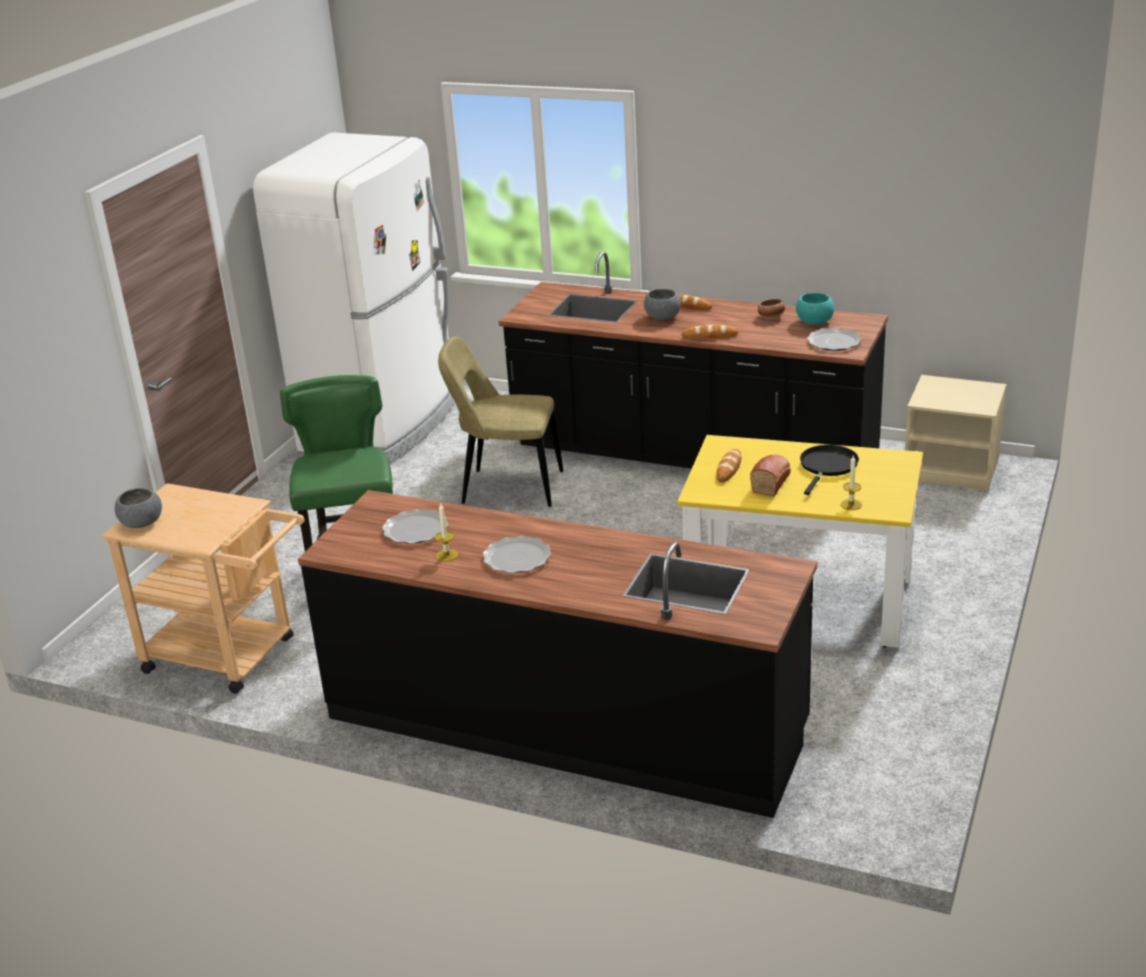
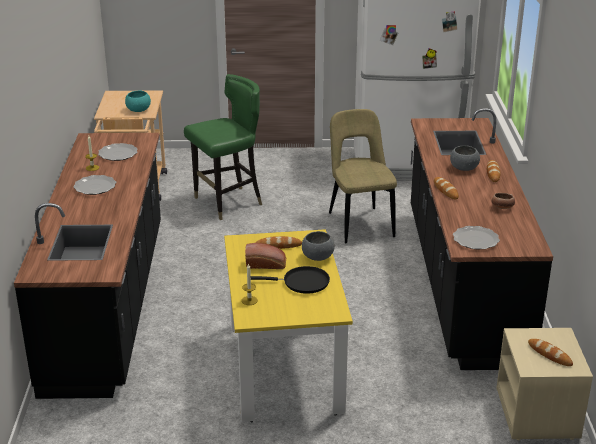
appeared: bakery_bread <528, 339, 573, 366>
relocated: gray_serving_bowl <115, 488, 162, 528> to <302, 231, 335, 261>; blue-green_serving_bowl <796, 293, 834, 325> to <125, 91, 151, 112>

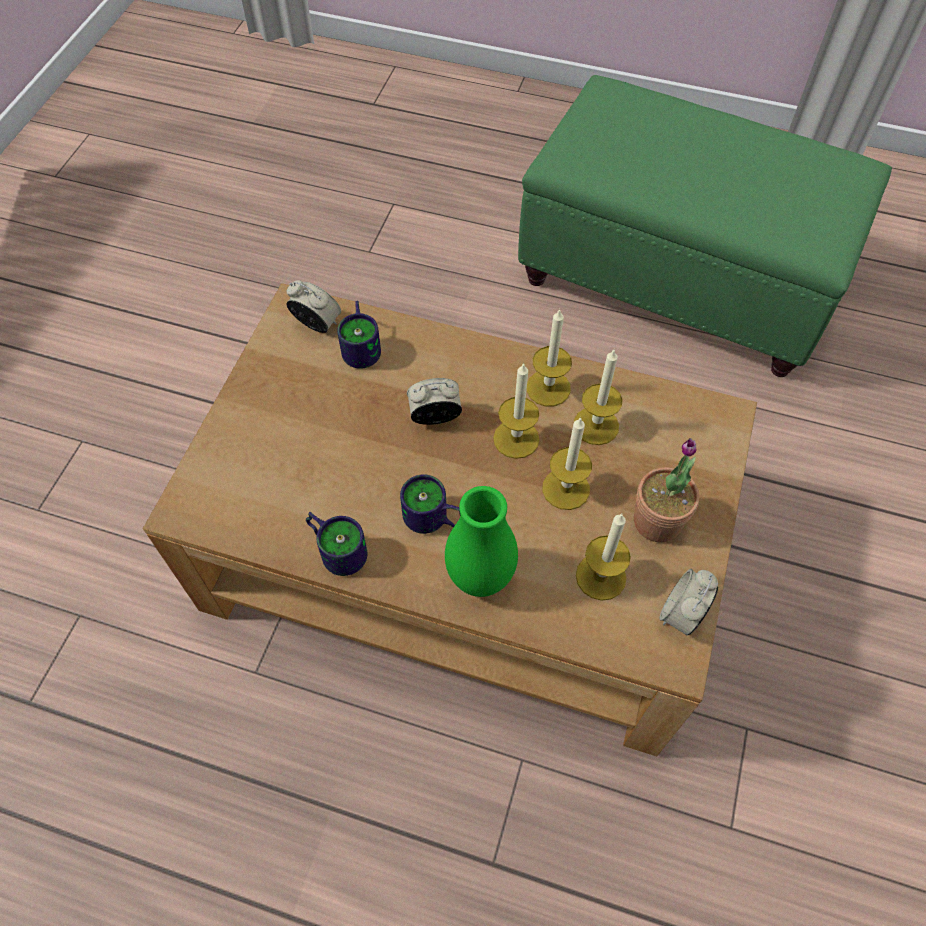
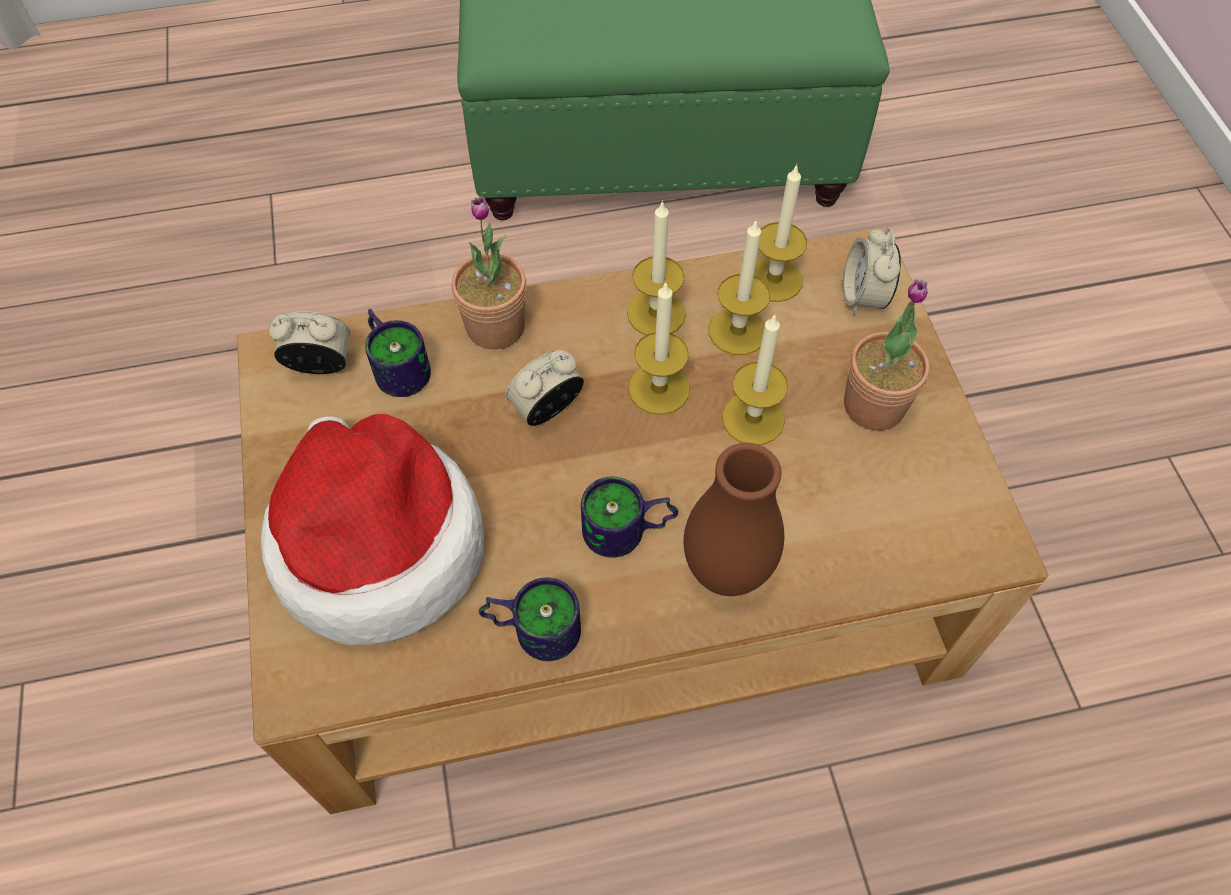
appeared: hat <261, 414, 484, 645>; potted_plant <452, 196, 526, 349>
relocated: wax_candle <576, 514, 631, 601> to <754, 164, 807, 302>; table_clock <659, 569, 718, 636> to <843, 227, 901, 314>
colour: green-coloured_vase <445, 486, 518, 597> to brownish_vase <684, 442, 784, 596>

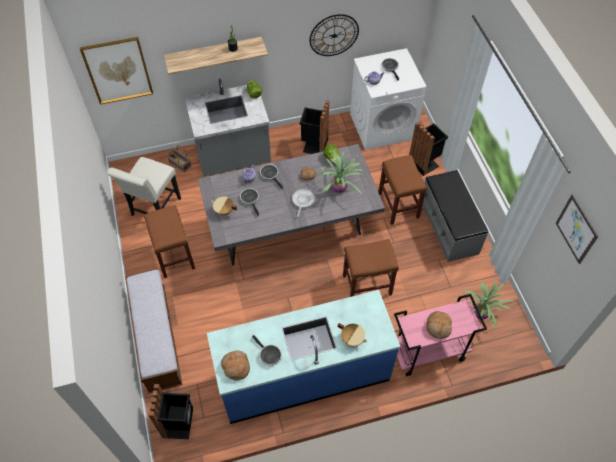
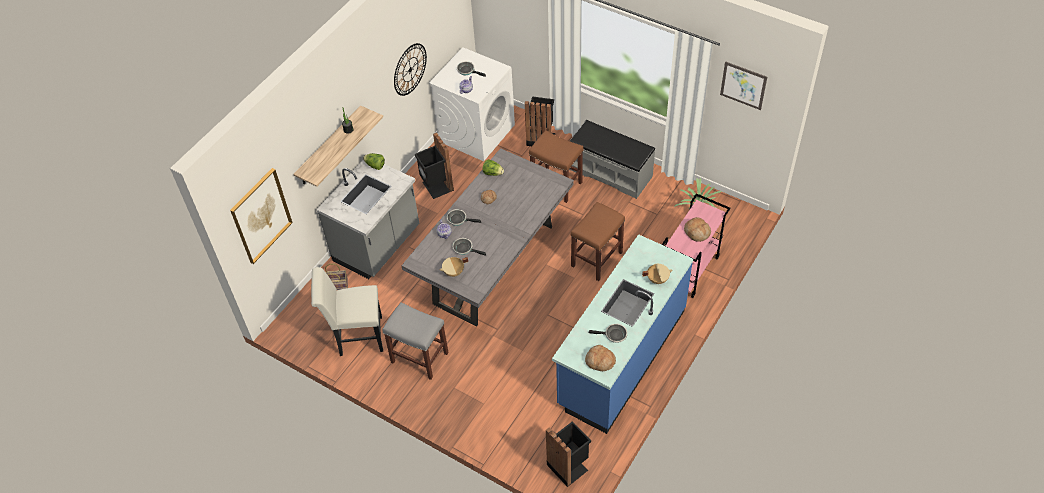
missing: bench <125, 269, 182, 394>; pan <292, 188, 315, 217>; potted_plant <319, 150, 362, 194>
colour: brownish_stool_seat <144, 205, 195, 278> to gray_stool_seat <382, 302, 449, 380>
spun: white-coloured_chair <107, 157, 181, 216> = <311, 267, 383, 356> 105 degrees clockwise

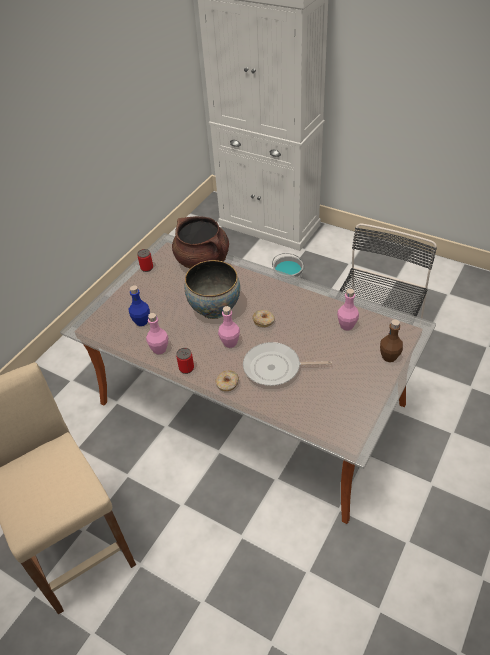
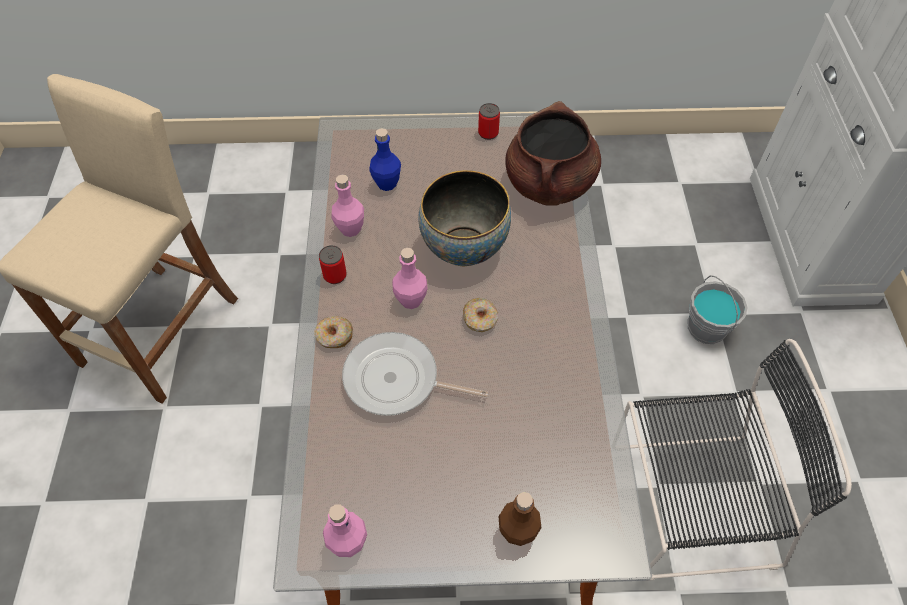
relocated: pink_beverage_bottle <337, 289, 359, 331> to <323, 504, 367, 557>
spun: pan <243, 342, 332, 386> = <342, 332, 488, 416> 45 degrees counterclockwise

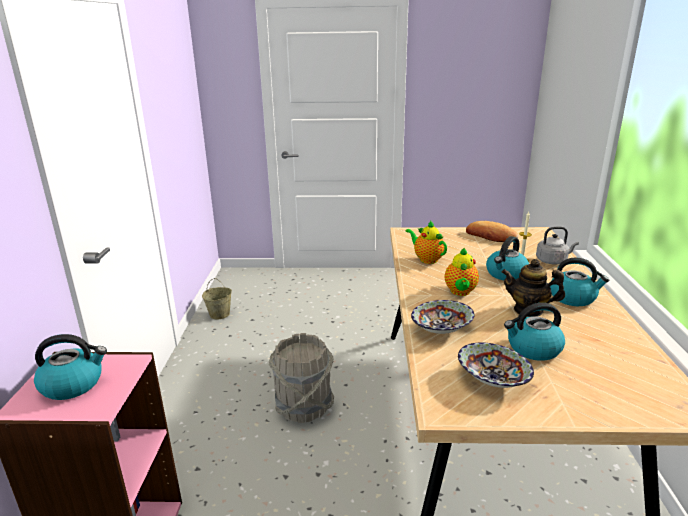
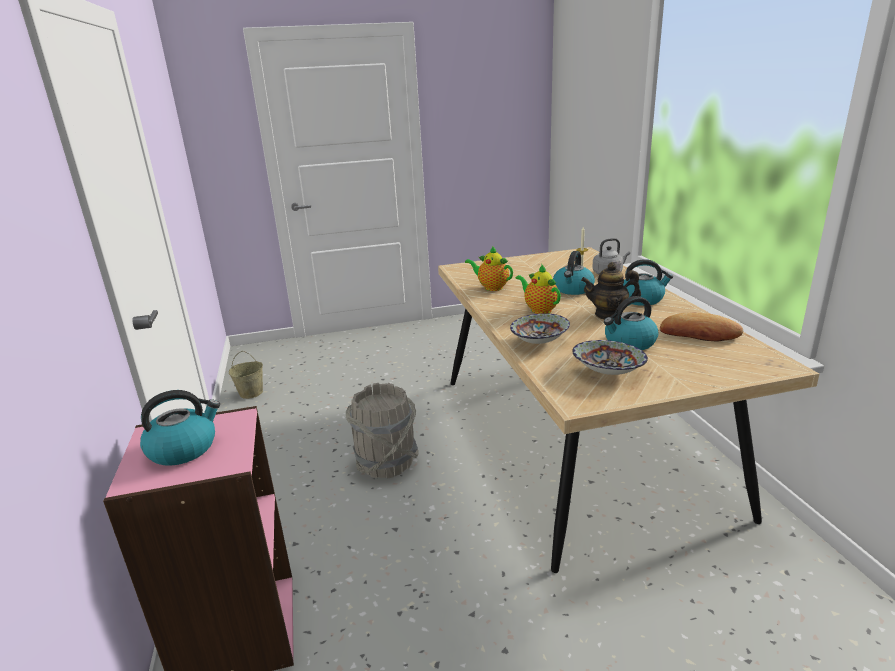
relocated: bakery_bread <466, 221, 518, 242> to <660, 312, 744, 341>
spun: tea_pot <445, 248, 479, 296> = <516, 265, 561, 314> 150 degrees clockwise

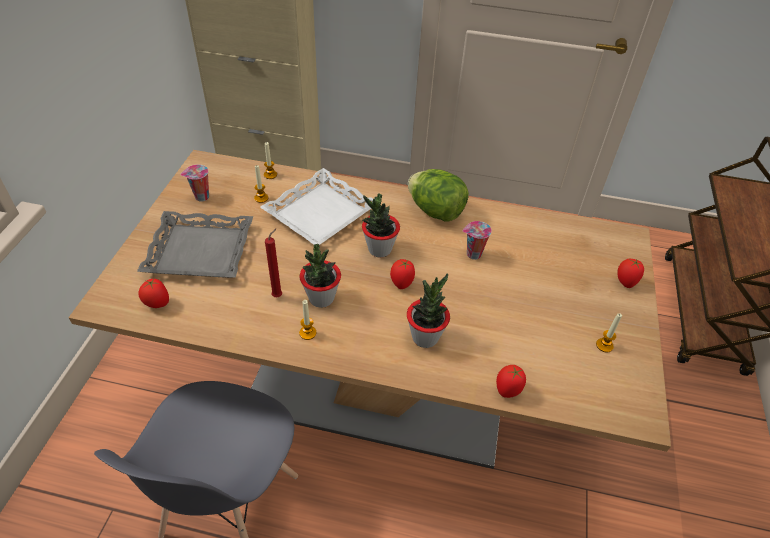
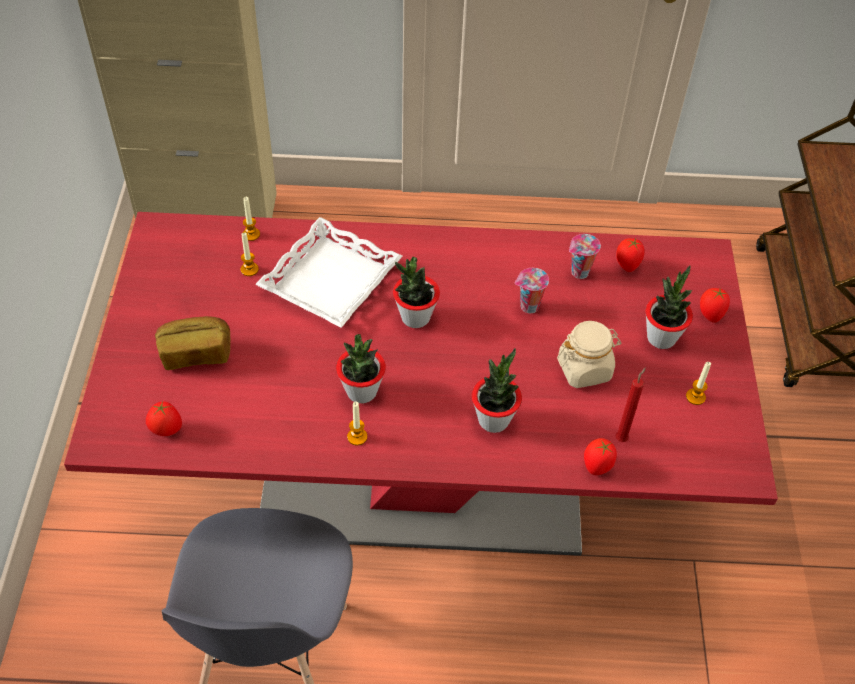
missing: lettuce <408, 169, 469, 222>
appeared: sand-coloured_storage_jar <557, 321, 622, 388>; potted_plant <645, 265, 693, 349>
relocated: small_cup <180, 164, 209, 202> to <569, 234, 601, 279>; reddish_wax_candle <265, 228, 282, 297> to <615, 367, 646, 442>; tomato <390, 259, 415, 289> to <616, 238, 645, 272>
exchanged: gray_carrying_tray <137, 211, 253, 278> to bakery_bread <155, 316, 230, 370>
colour: sand-coloured_dinner_table <68, 150, 671, 469> to reddish_dinner_table <64, 212, 778, 556>

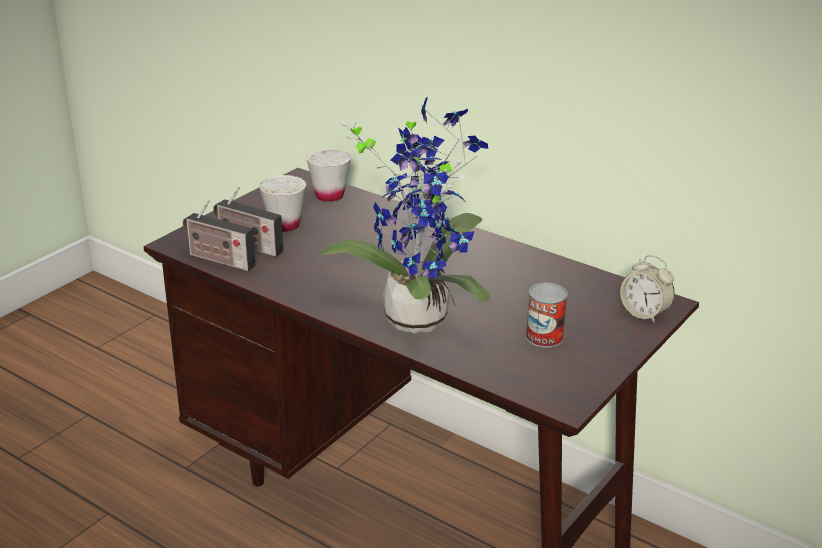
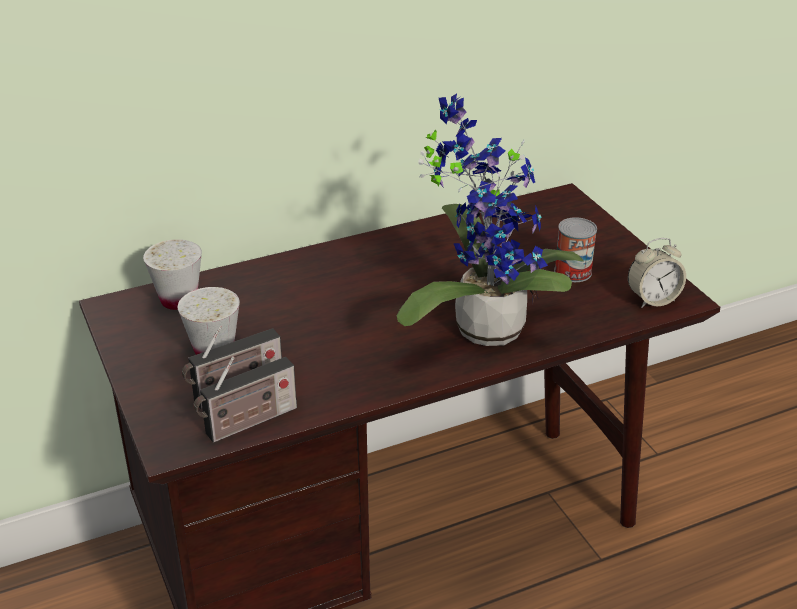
relocated: table_clock <620, 255, 675, 324> to <628, 238, 686, 308>

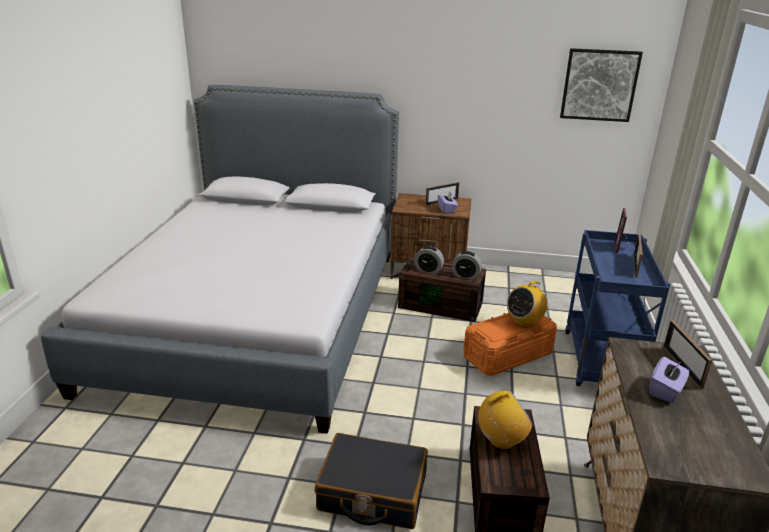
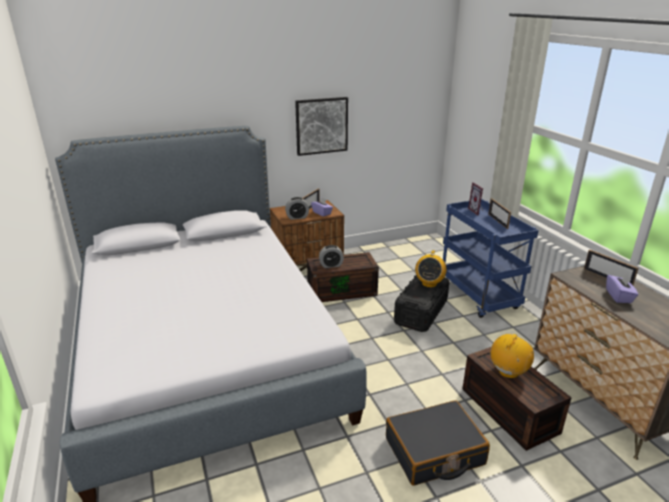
relocated: table_clock <452, 251, 482, 280> to <285, 197, 309, 220>; wall_art <560, 48, 643, 122> to <295, 97, 348, 156>
colour: orange-coloured_storage_bin <463, 313, 557, 376> to blackish_storage_bin <394, 275, 450, 332>

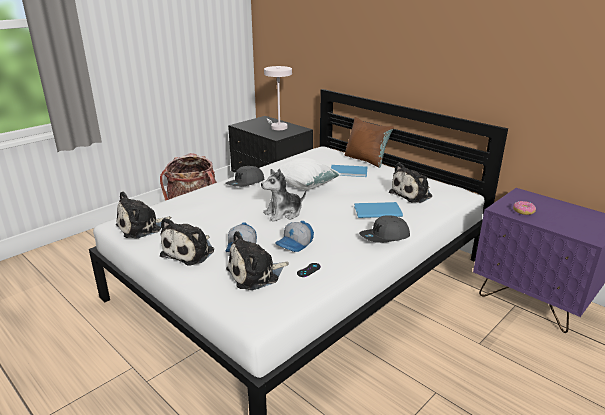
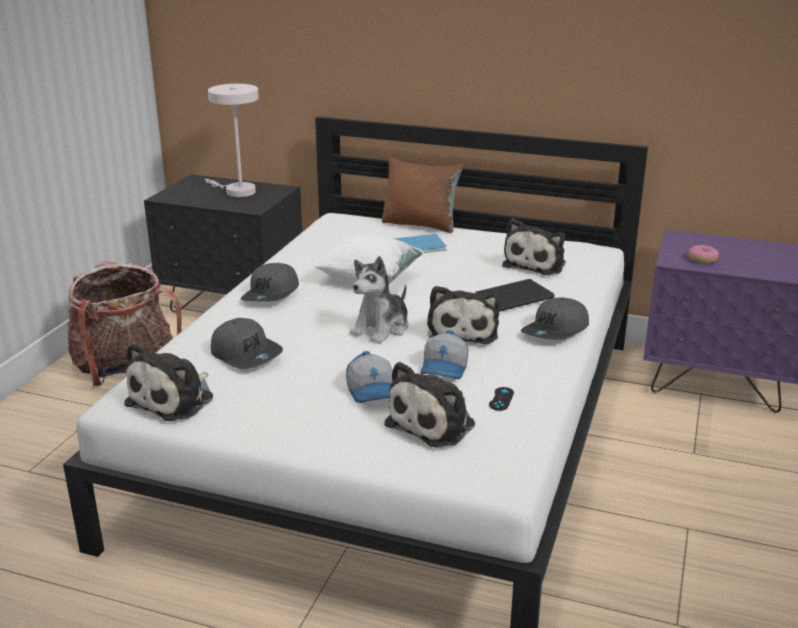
appeared: gray_cap <211, 318, 283, 369>
relocated: soft_toy <160, 218, 214, 265> to <427, 286, 500, 344>
colour: blue_volume <354, 202, 403, 218> to blackish_volume <475, 279, 555, 312>

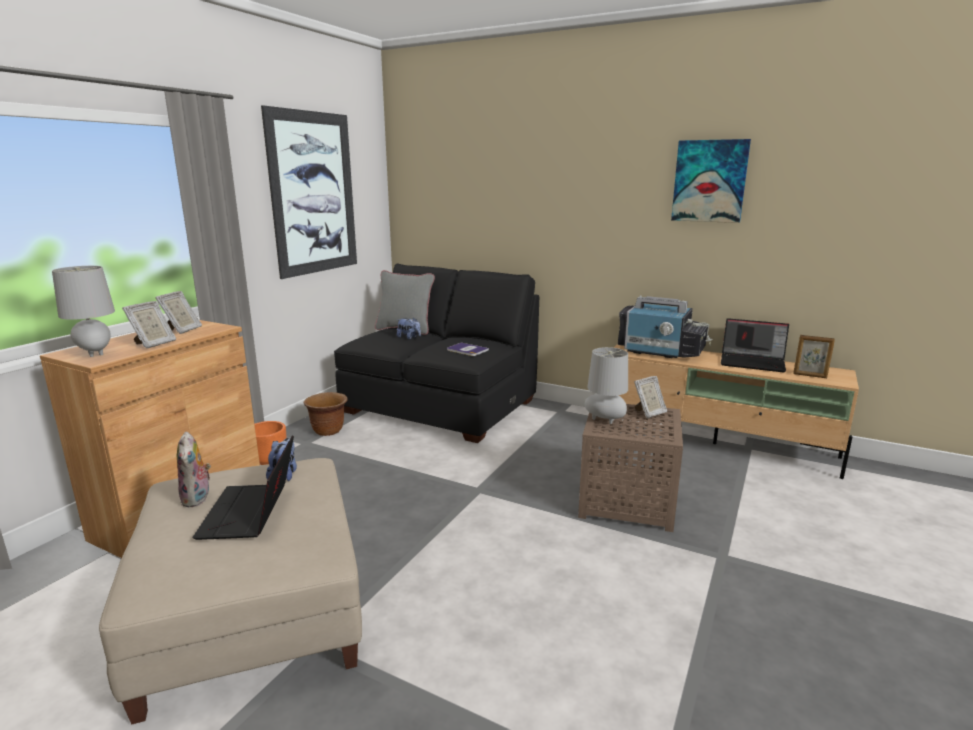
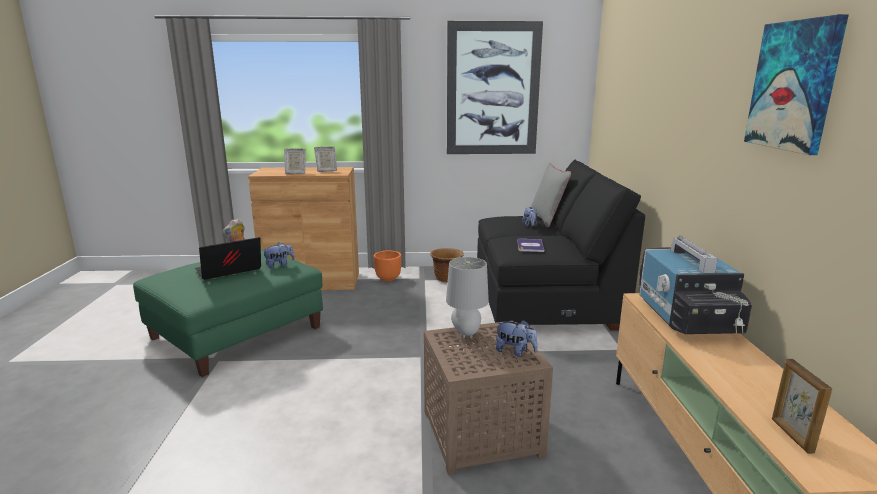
missing: gray_tabletop_lamp <52, 266, 115, 357>; laptop <721, 318, 789, 372>
exchanged: standing_frame <634, 376, 667, 418> to soft_toy <496, 320, 538, 357>
colour: sand-coloured_ottoman <99, 458, 362, 725> to green-coloured_ottoman <133, 249, 323, 377>

